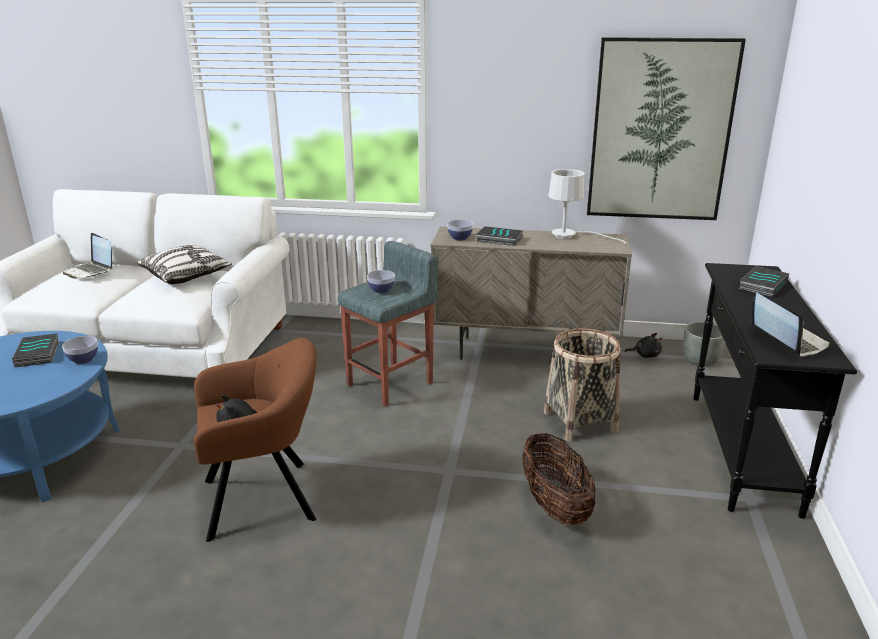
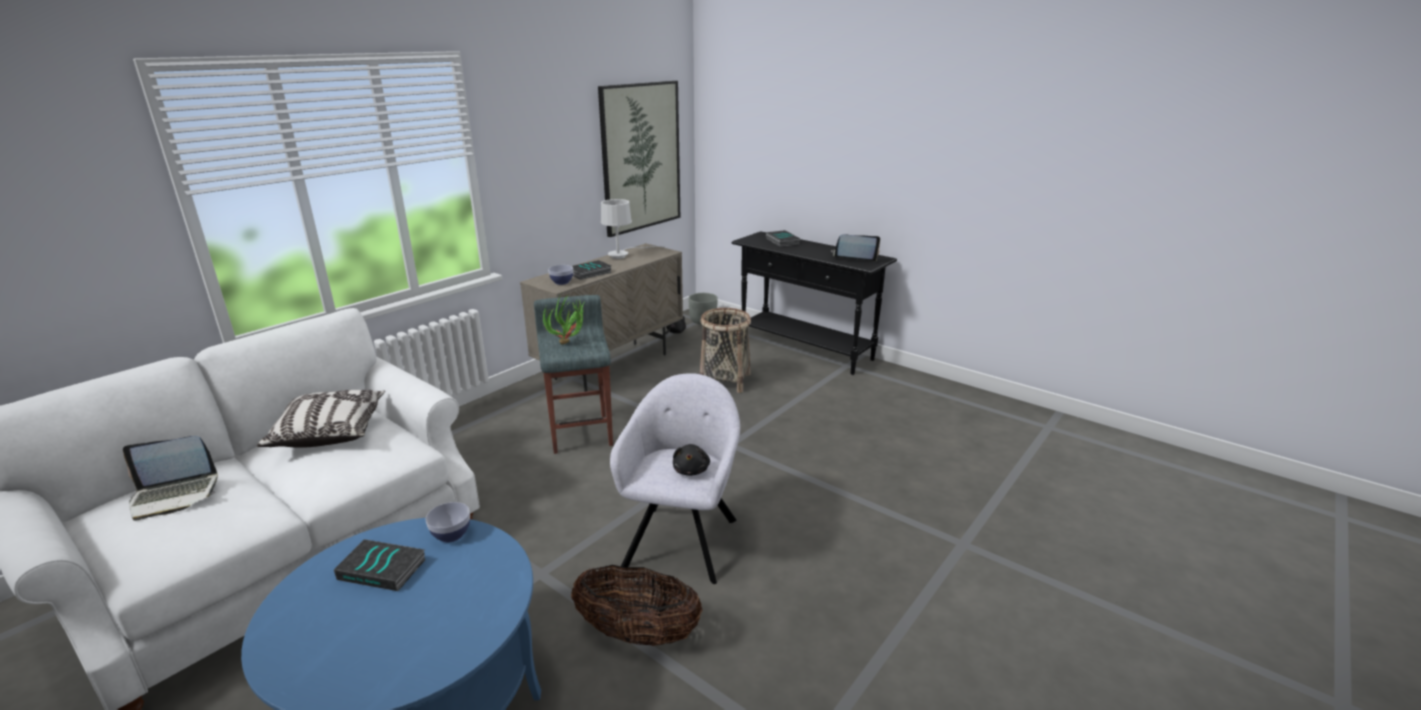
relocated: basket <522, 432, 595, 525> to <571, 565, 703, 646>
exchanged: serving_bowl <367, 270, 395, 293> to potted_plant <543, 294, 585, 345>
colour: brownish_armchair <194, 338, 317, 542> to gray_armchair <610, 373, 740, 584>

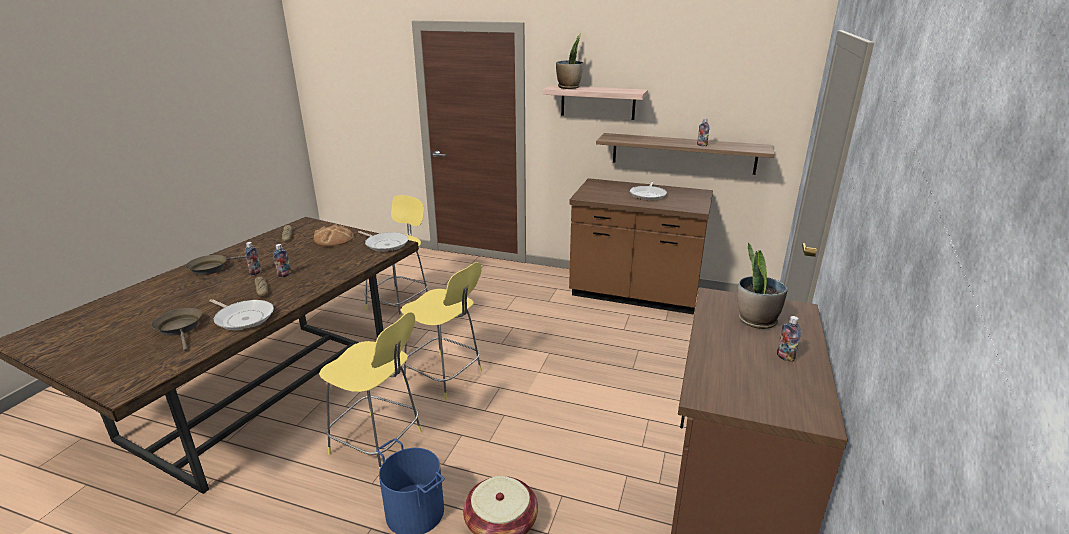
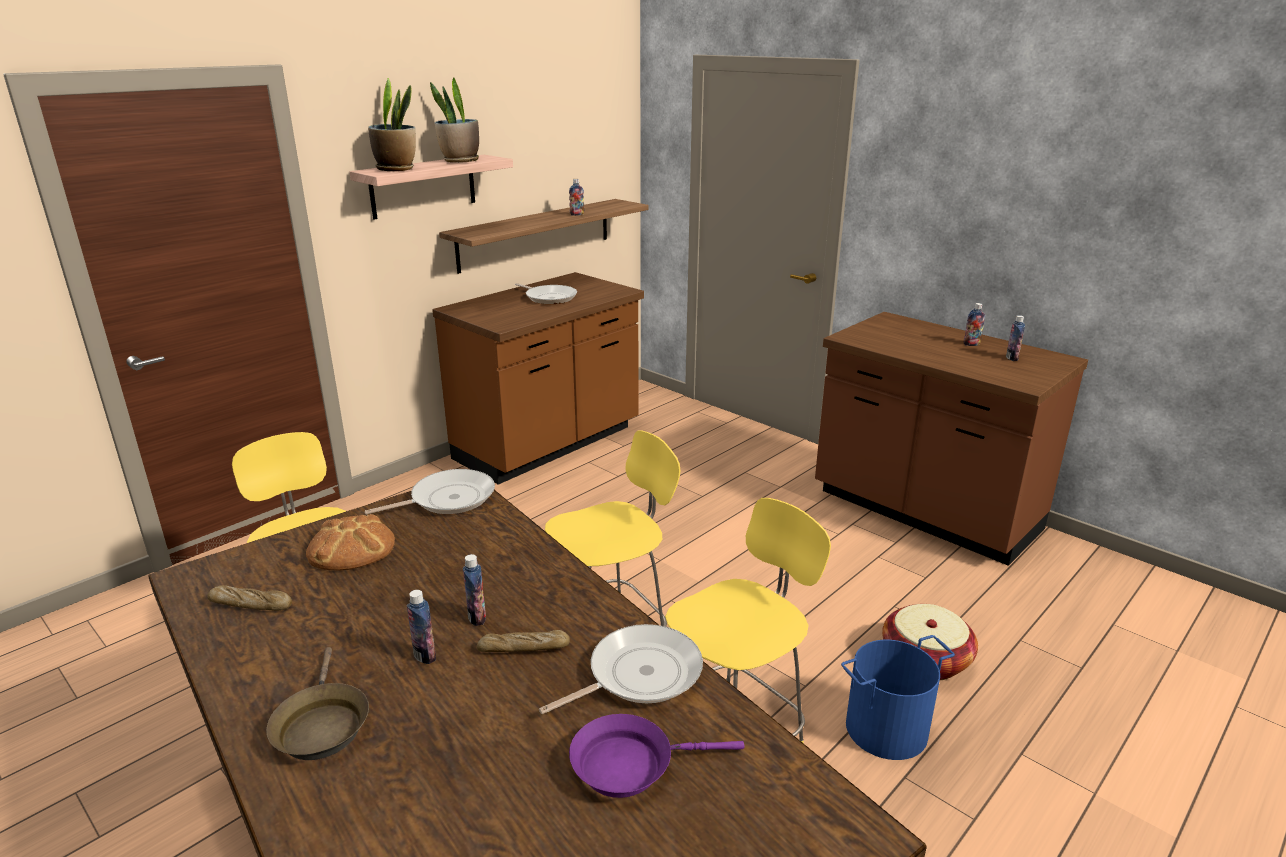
appeared: beverage_bottle <1006, 315, 1025, 361>
relocated: potted_plant <738, 243, 788, 329> to <430, 77, 479, 163>
colour: brownish_pan <151, 308, 202, 351> to purple-coloured_pan <569, 714, 745, 798>

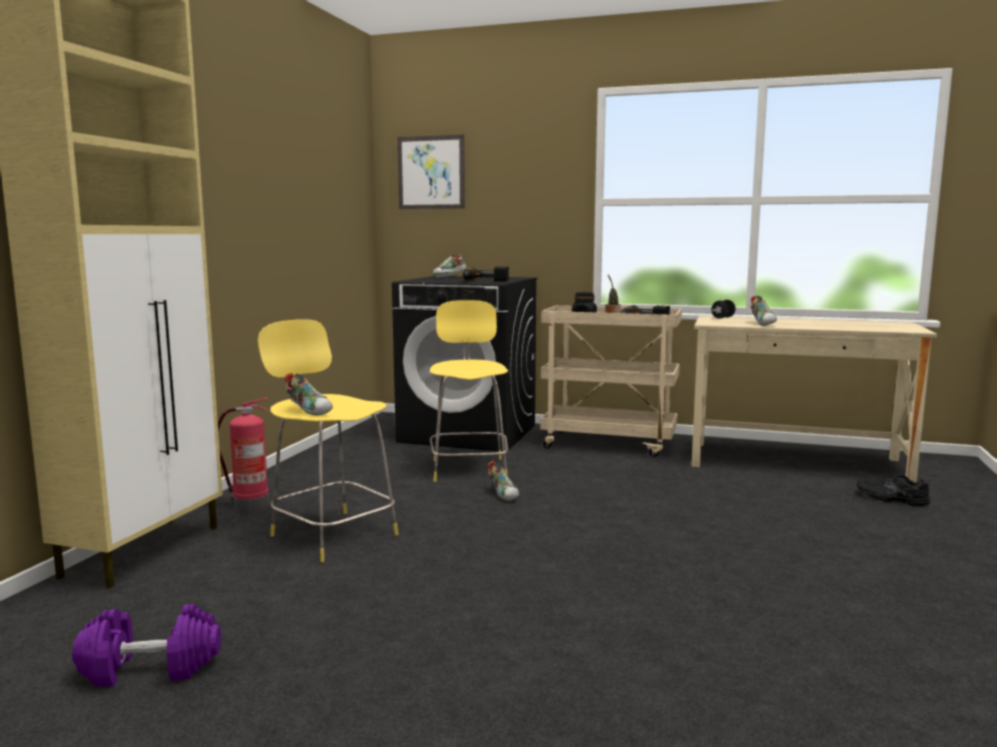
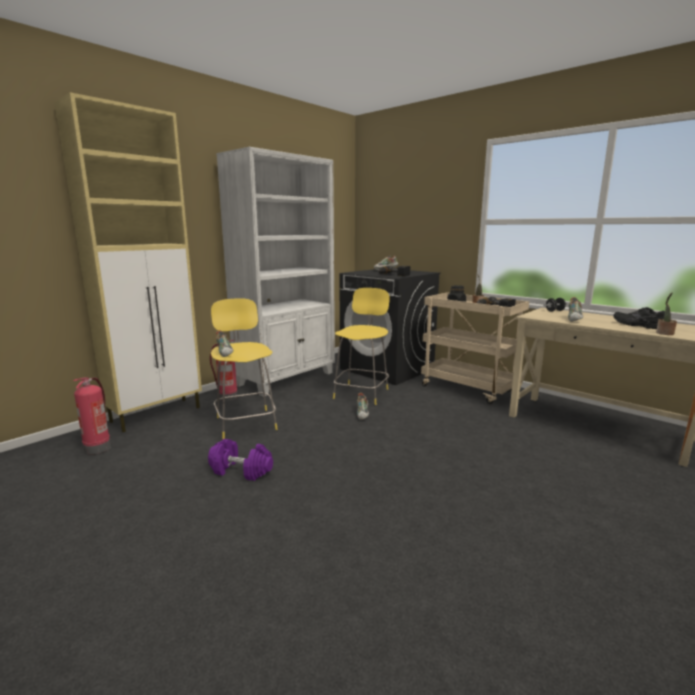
missing: wall_art <397, 134, 465, 209>
appeared: fire_extinguisher <73, 377, 111, 455>; white-coloured_bookshelf <216, 147, 335, 397>; potted_plant <656, 293, 677, 335>
relocated: purple-coloured_hand_weight <72, 604, 221, 687> to <208, 439, 273, 481>; blackish_shoe <857, 475, 931, 506> to <613, 307, 665, 329>

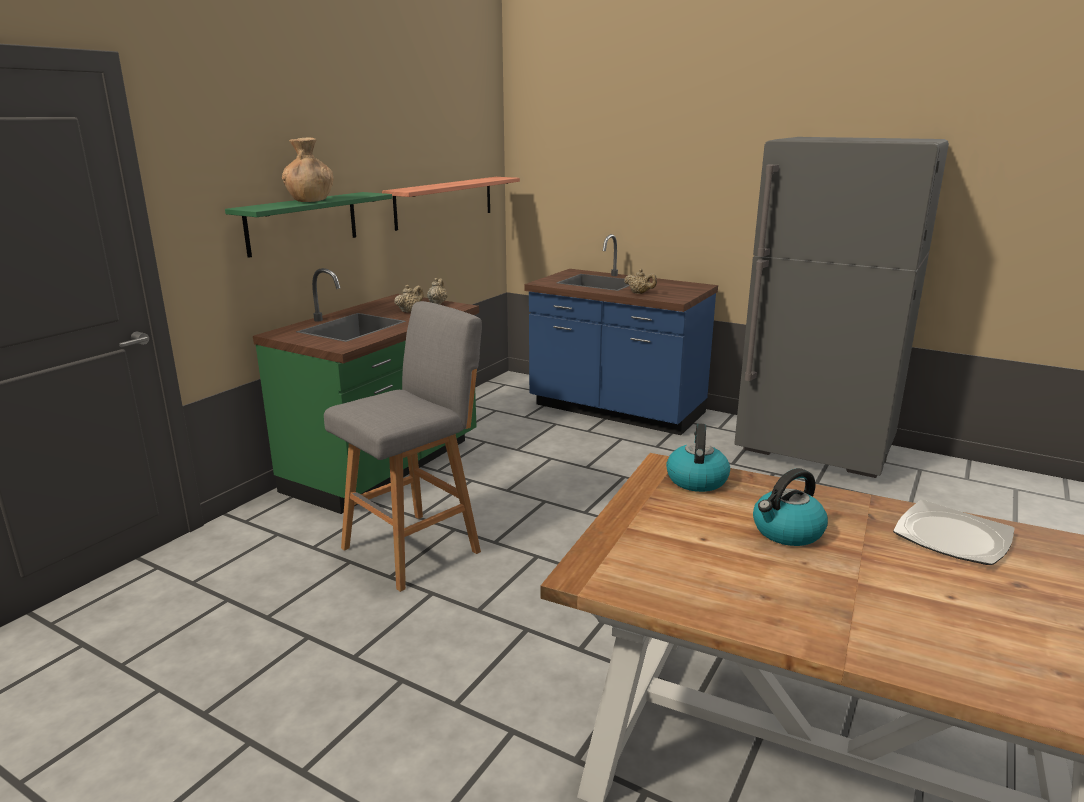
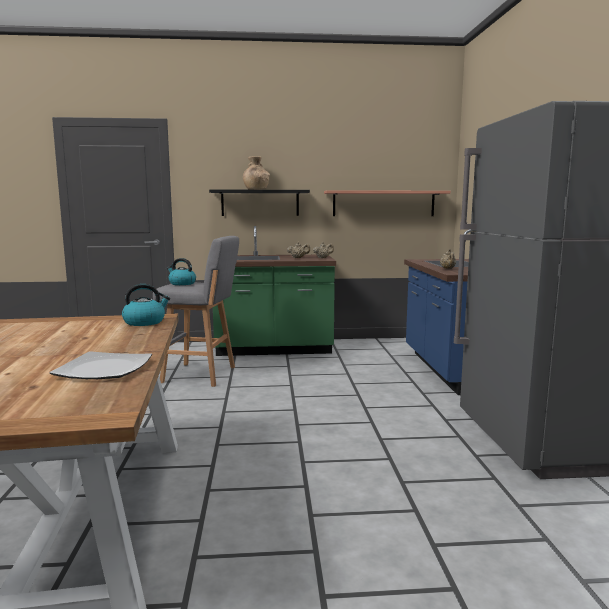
relocated: tea_kettle <753, 468, 828, 546> to <167, 258, 196, 285>
colour: green-coloured_wall_shelf <225, 192, 392, 258> to blackish_wall_shelf <209, 190, 310, 216>

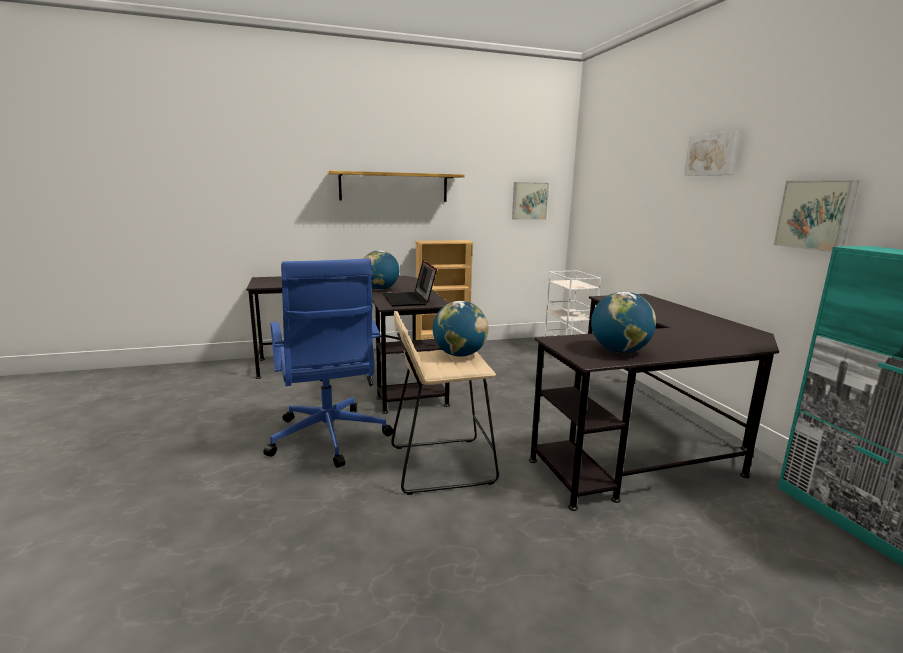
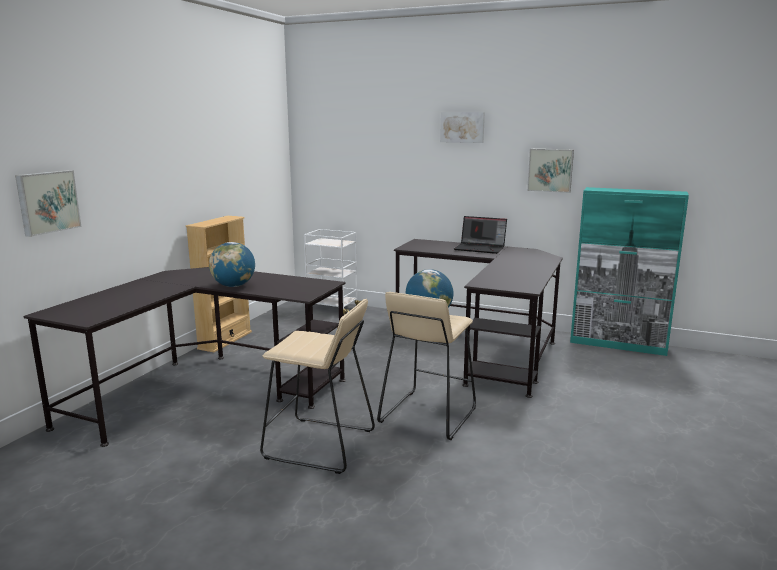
missing: wall_shelf <328, 171, 465, 202>; desk_globe <591, 292, 656, 353>
relocated: laptop <383, 261, 437, 306> to <454, 216, 507, 254>; wall_art <512, 182, 549, 220> to <15, 170, 82, 237>
exchanged: blue_computer_chair <263, 259, 393, 468> to sand-coloured_stool_seat <260, 299, 375, 474>

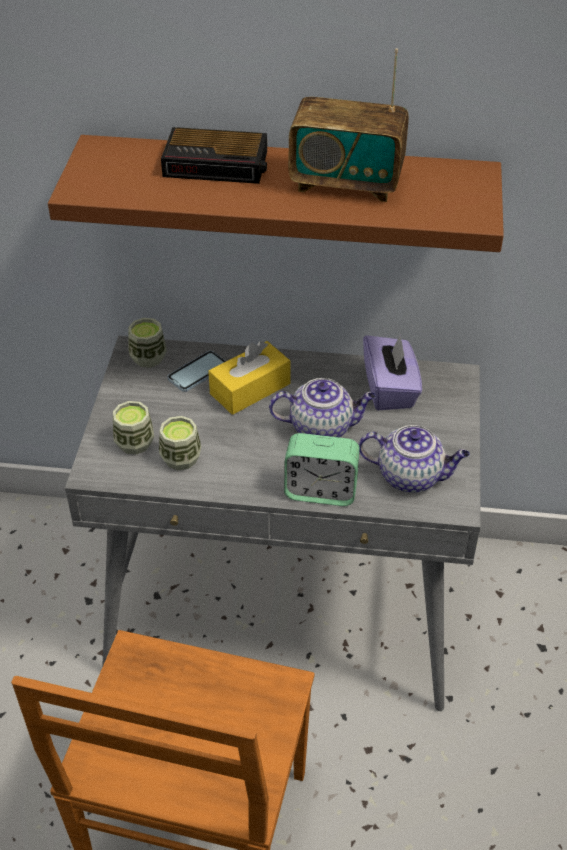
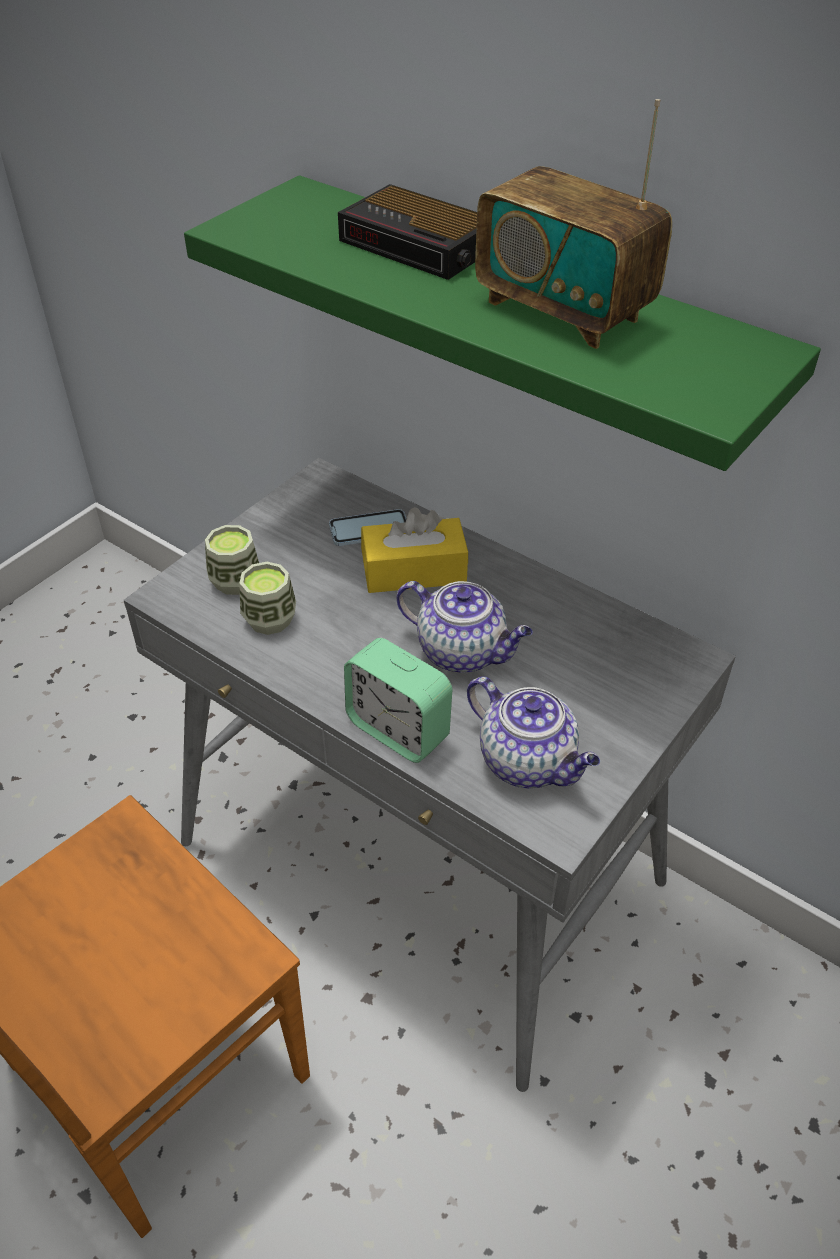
missing: small_cup <128, 318, 167, 368>; purple-coloured_tissue_holder <363, 334, 422, 410>
colour: brownish_wall_shelf <48, 135, 504, 252> to green-coloured_wall_shelf <184, 175, 821, 471>

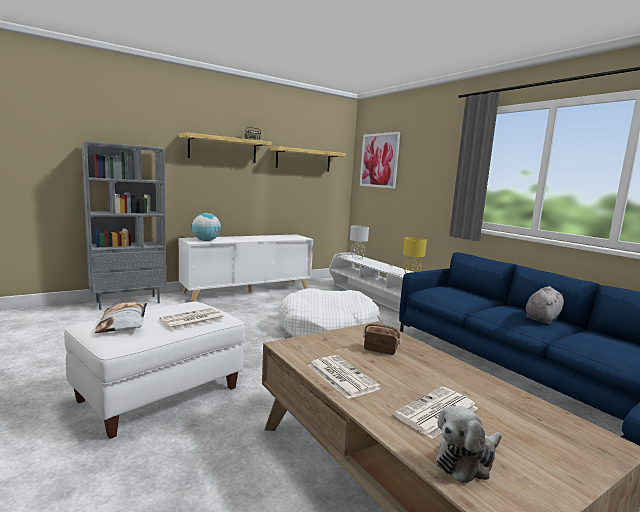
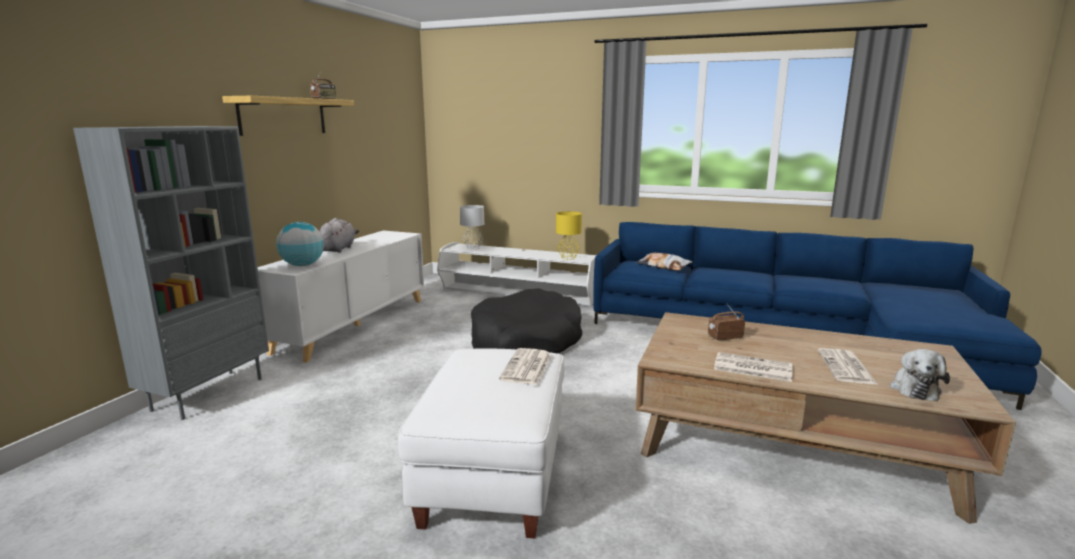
missing: wall_shelf <270, 146, 346, 172>; wall_art <360, 132, 400, 189>
relocated: pillow <95, 301, 147, 333> to <636, 253, 692, 270>; gray_soft_toy <526, 286, 564, 324> to <320, 218, 359, 253>
colour: white-coloured_dog_cushion <278, 288, 380, 337> to blackish_dog_cushion <471, 288, 582, 353>

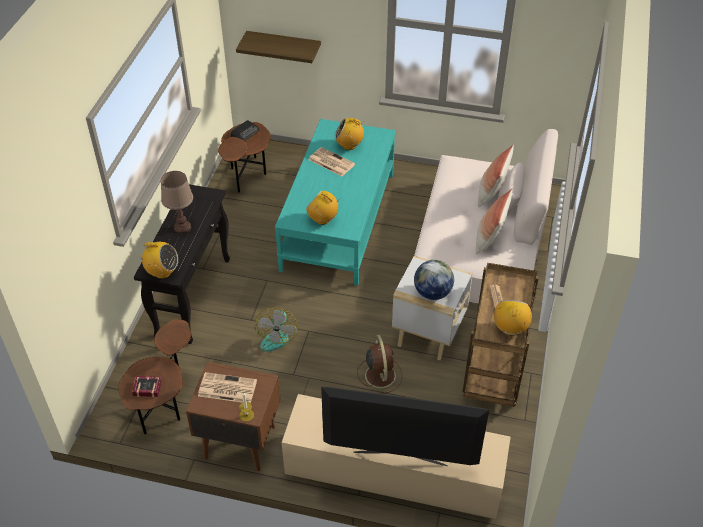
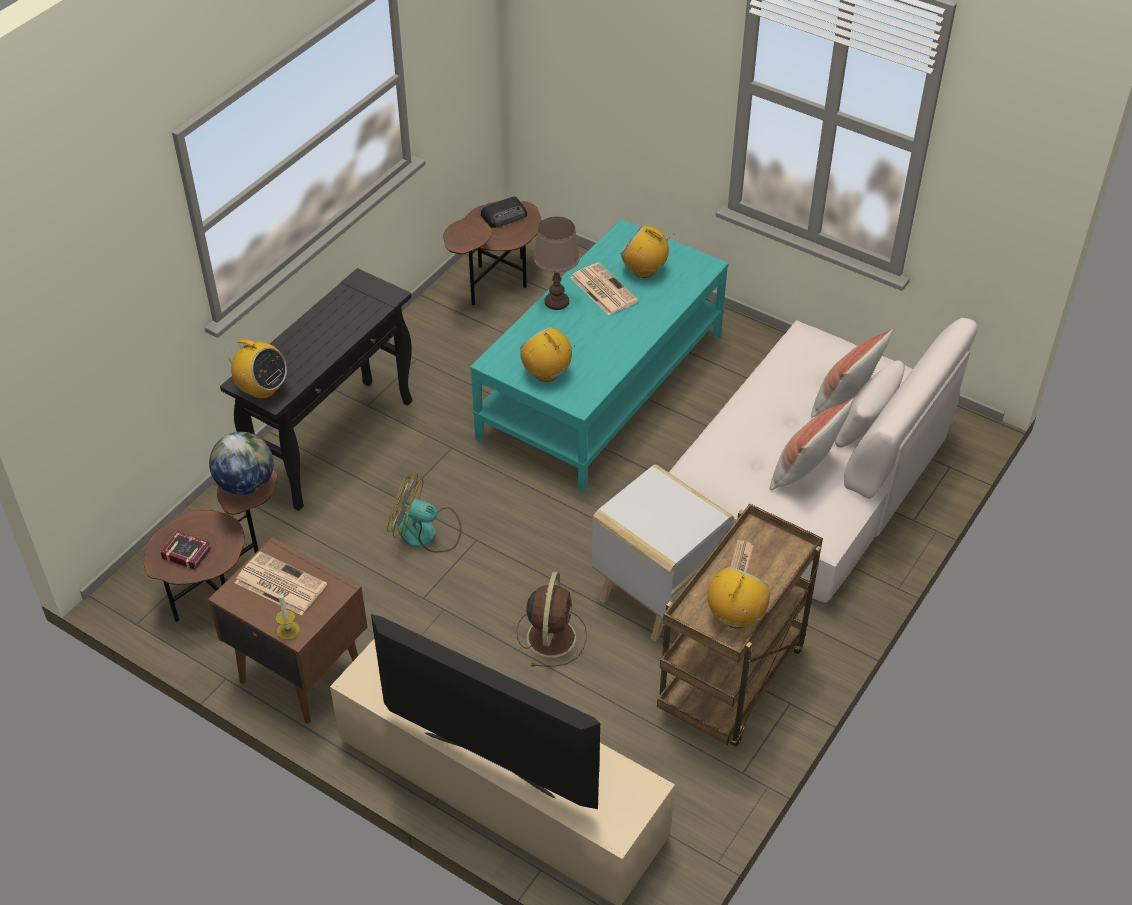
missing: wall_shelf <236, 31, 321, 63>
relocated: brownish_tabletop_lamp <161, 171, 193, 233> to <534, 216, 580, 310>; desk_globe <414, 260, 454, 300> to <209, 432, 274, 495>
spun: fan <254, 307, 298, 351> = <387, 473, 461, 553> 75 degrees clockwise

